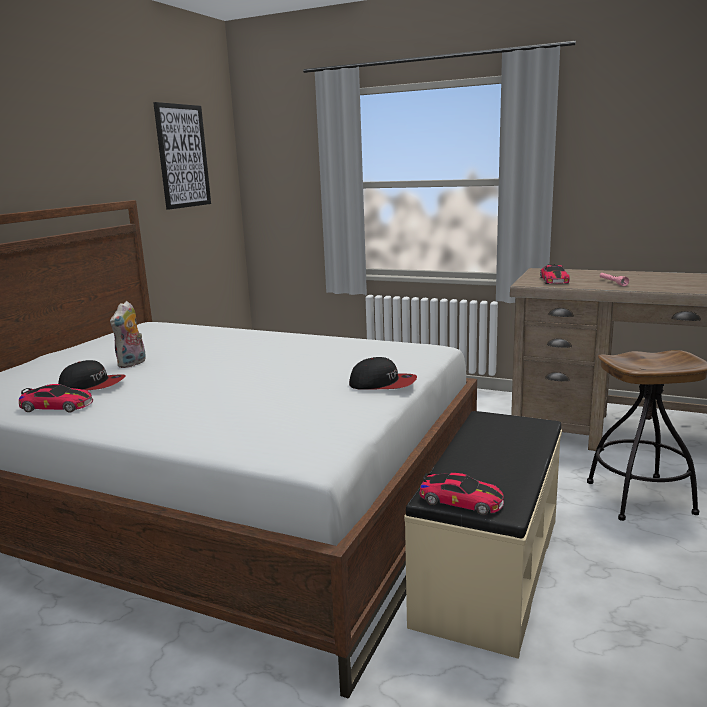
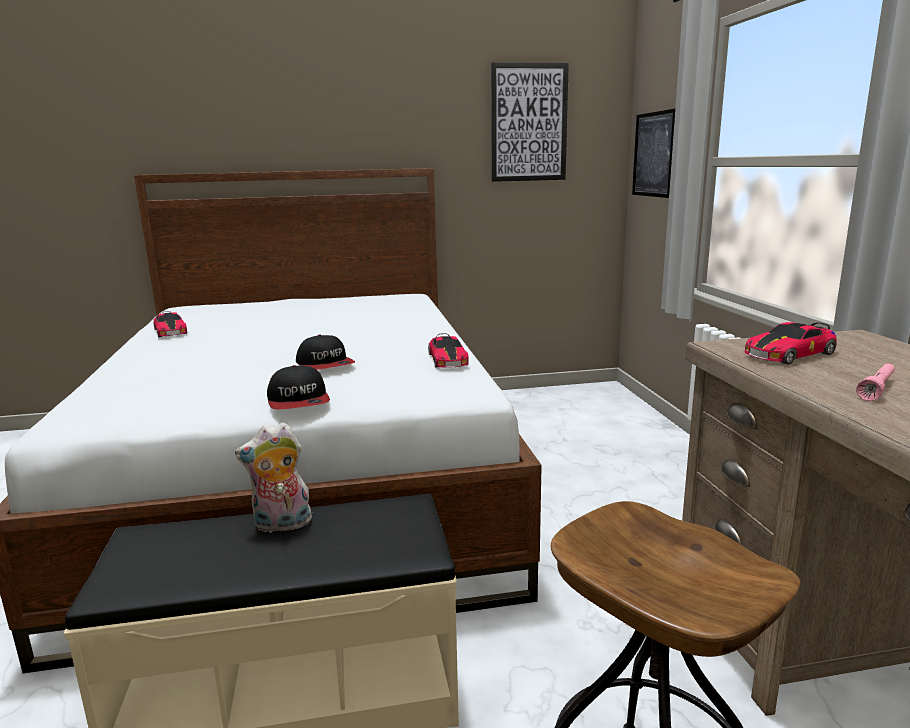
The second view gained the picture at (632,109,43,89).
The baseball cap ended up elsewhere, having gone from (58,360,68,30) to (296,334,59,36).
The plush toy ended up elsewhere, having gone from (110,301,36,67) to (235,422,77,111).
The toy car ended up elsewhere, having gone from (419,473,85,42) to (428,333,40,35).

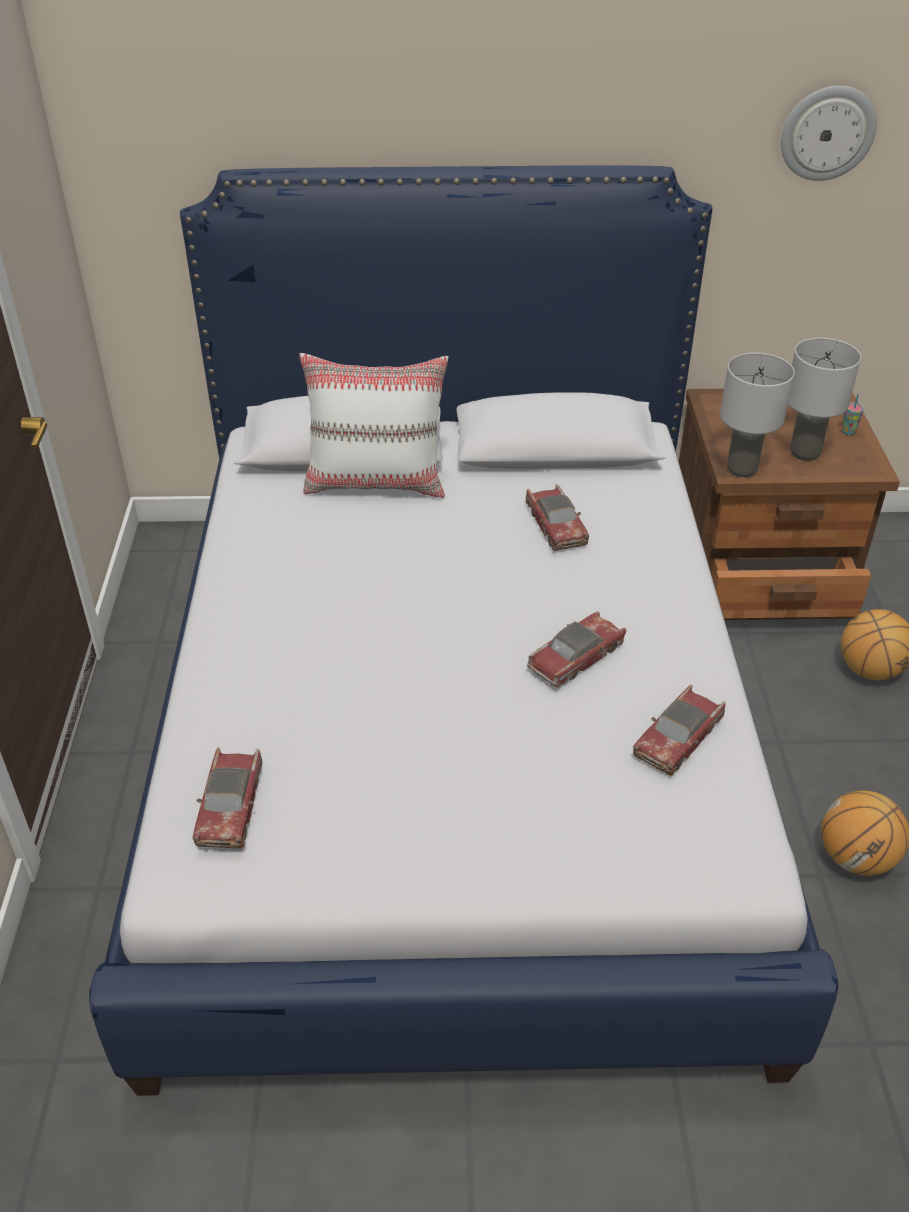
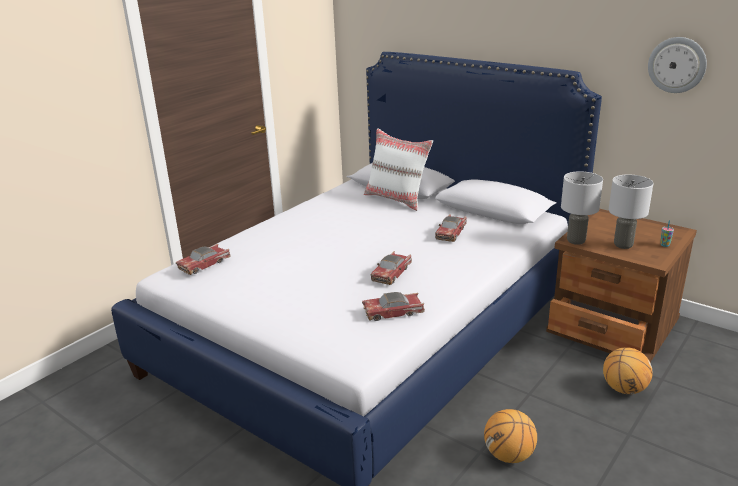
The toy car at (527,612,99,76) ended up facing another way, 120 degrees clockwise from before.

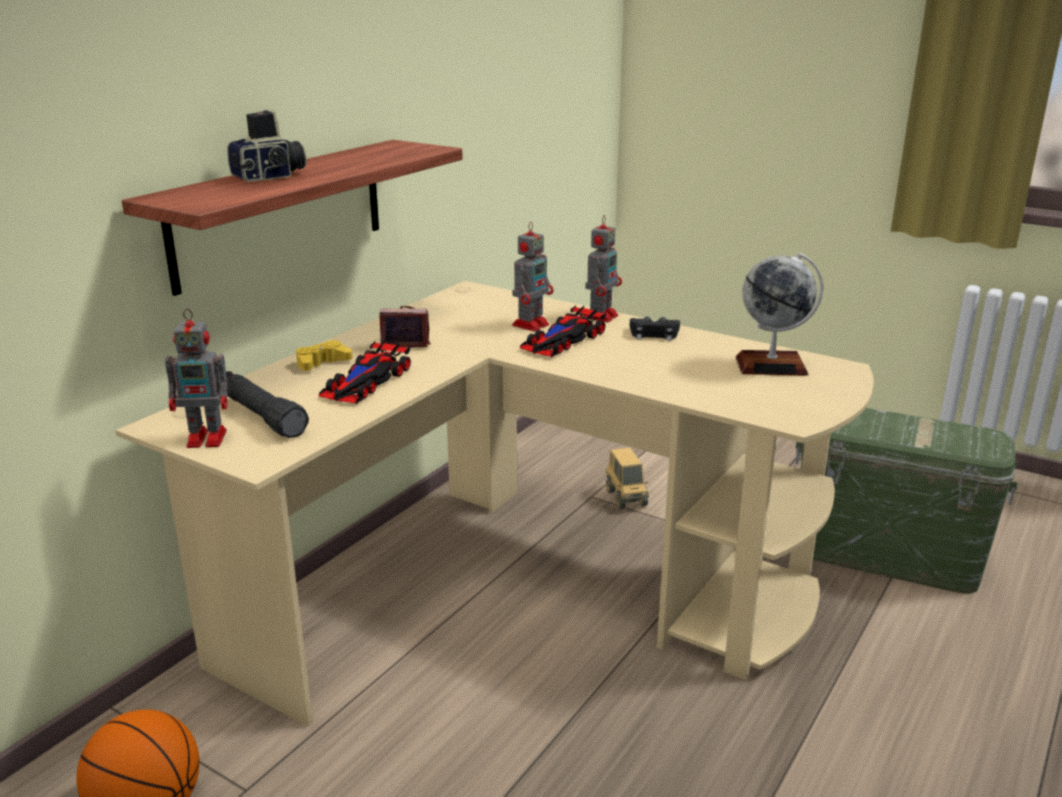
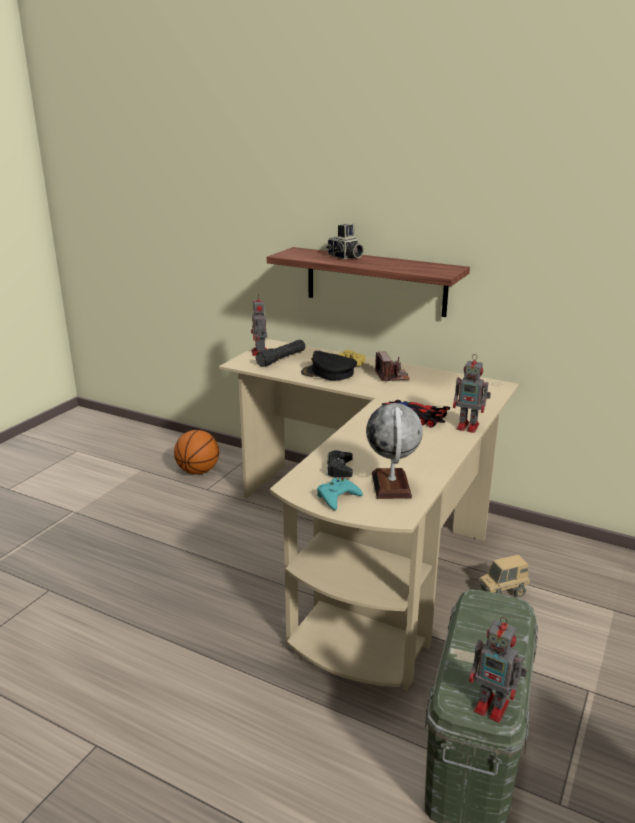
The second view gained the joypad in turquoise at (317,477,46,33).
The robot figure ended up elsewhere, having gone from (512,222,42,109) to (469,616,58,107).
The joypad in black-coloured ended up elsewhere, having gone from (630,316,50,25) to (327,450,26,28).
Where the toy car stood at (318,341,93,63), the baseball cap in black-coloured came to stand at (301,351,56,29).

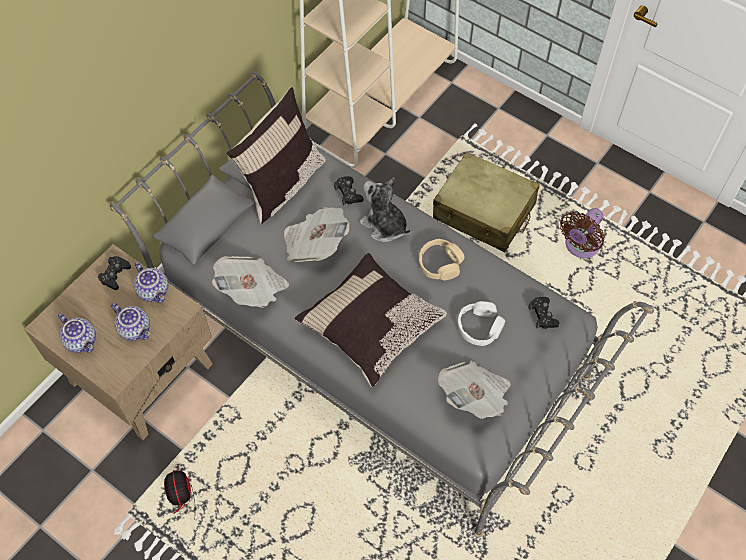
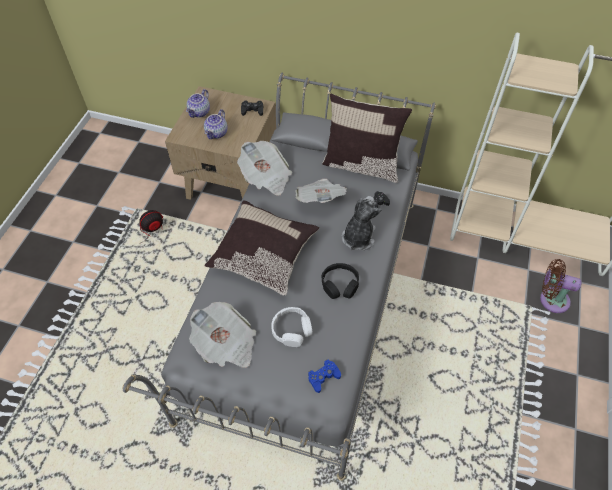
The second view lost the pot for tea at (134,262,34,41).
The second view lost the piece of luggage in beige at (433,152,107,100).
The electric fan in brown-coloured ended up elsewhere, having gone from (560,208,44,50) to (540,259,41,54).
What was the headset in beige at (419,239,45,41) turned into the headset in black-coloured at (321,263,38,36).
What was the joypad in black-coloured at (528,297,31,32) turned into the joypad in bluish at (308,359,33,34).

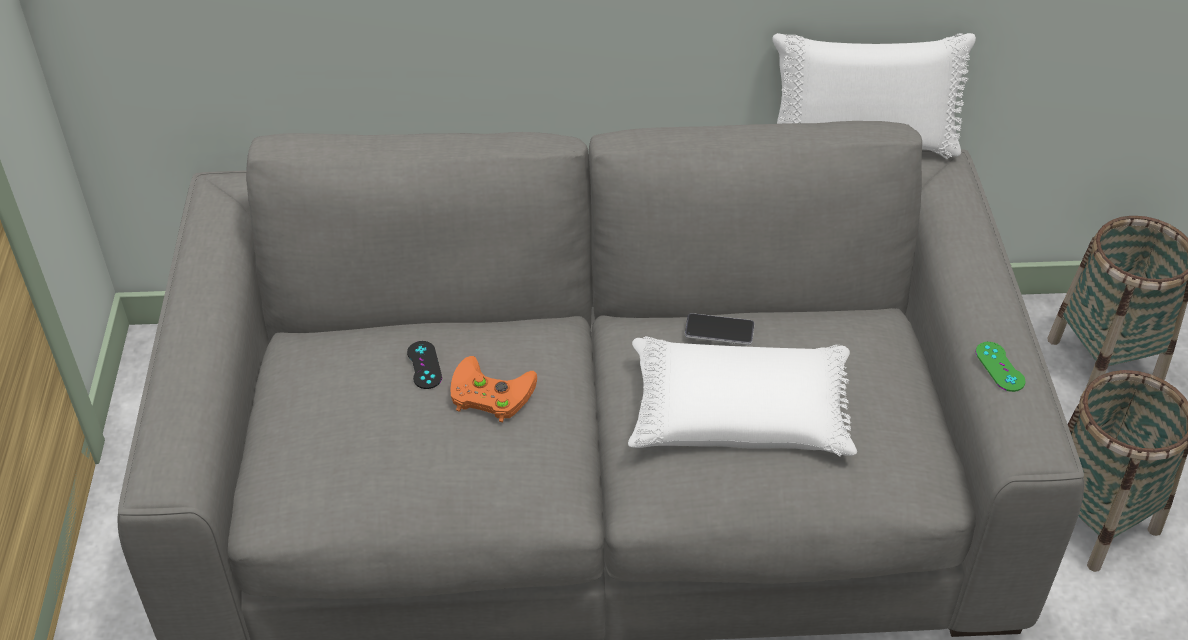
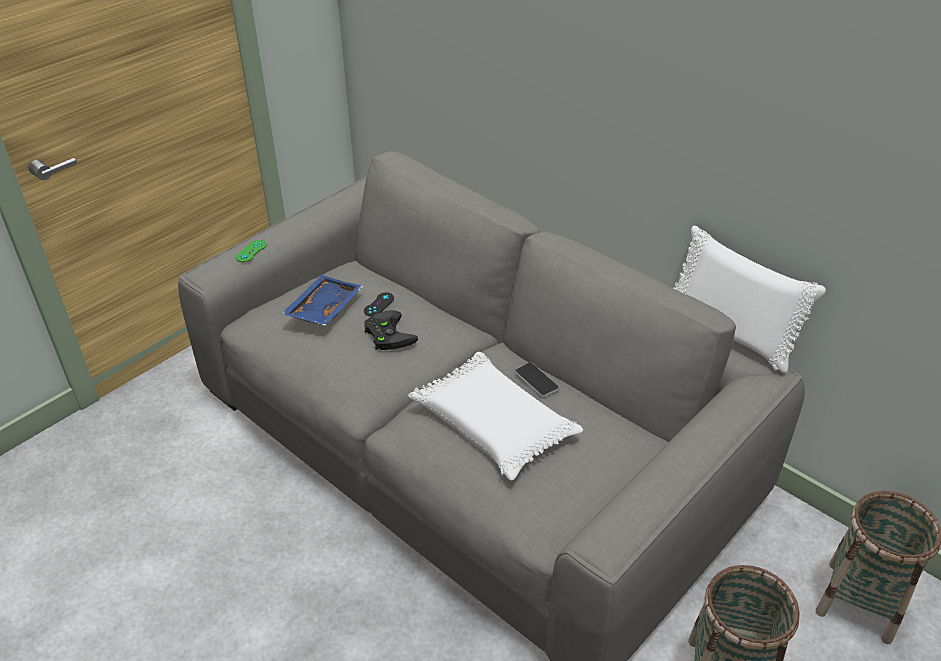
The second view gained the serving tray in bluish at (281,275,82,51).
The joypad in green-coloured ended up elsewhere, having gone from (976,342,50,50) to (236,240,31,22).
What was the joypad in orangey at (450,356,87,66) turned into the joypad in black-coloured at (364,310,54,40).

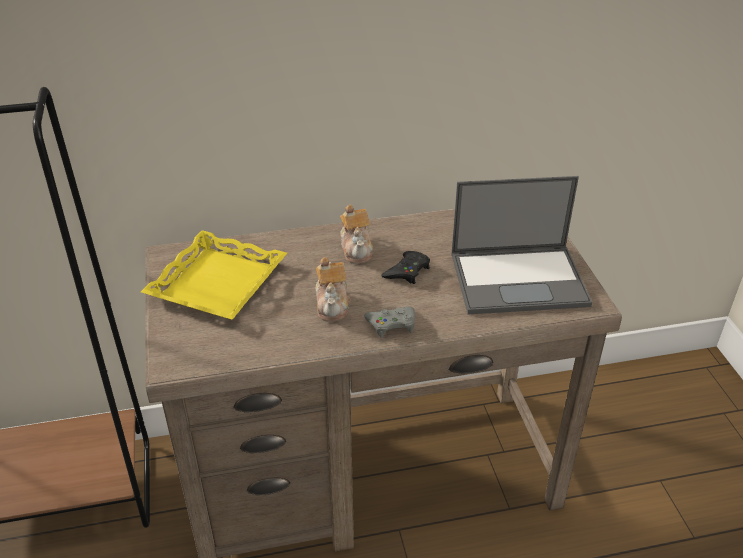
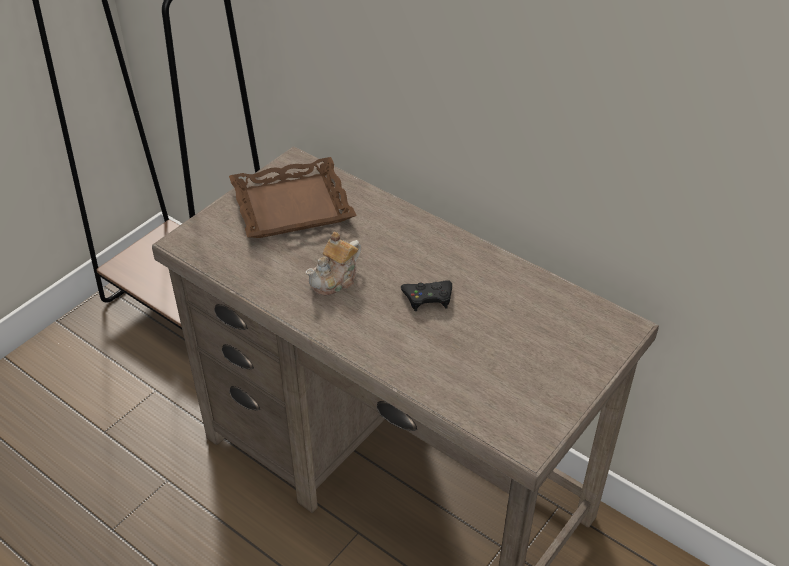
The second view lost the pot for tea at (340,205,33,59).
The second view lost the joypad in greyish at (364,306,51,32).
The second view lost the portable computer at (451,176,141,138).
What was the serving tray in yellow at (141,230,146,90) turned into the serving tray in brown-coloured at (229,157,128,81).

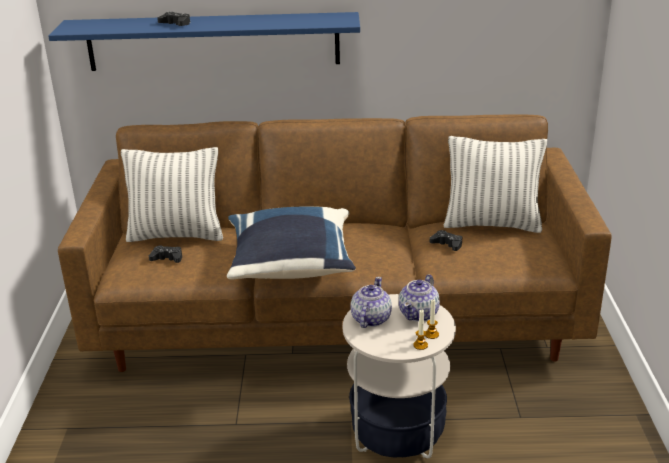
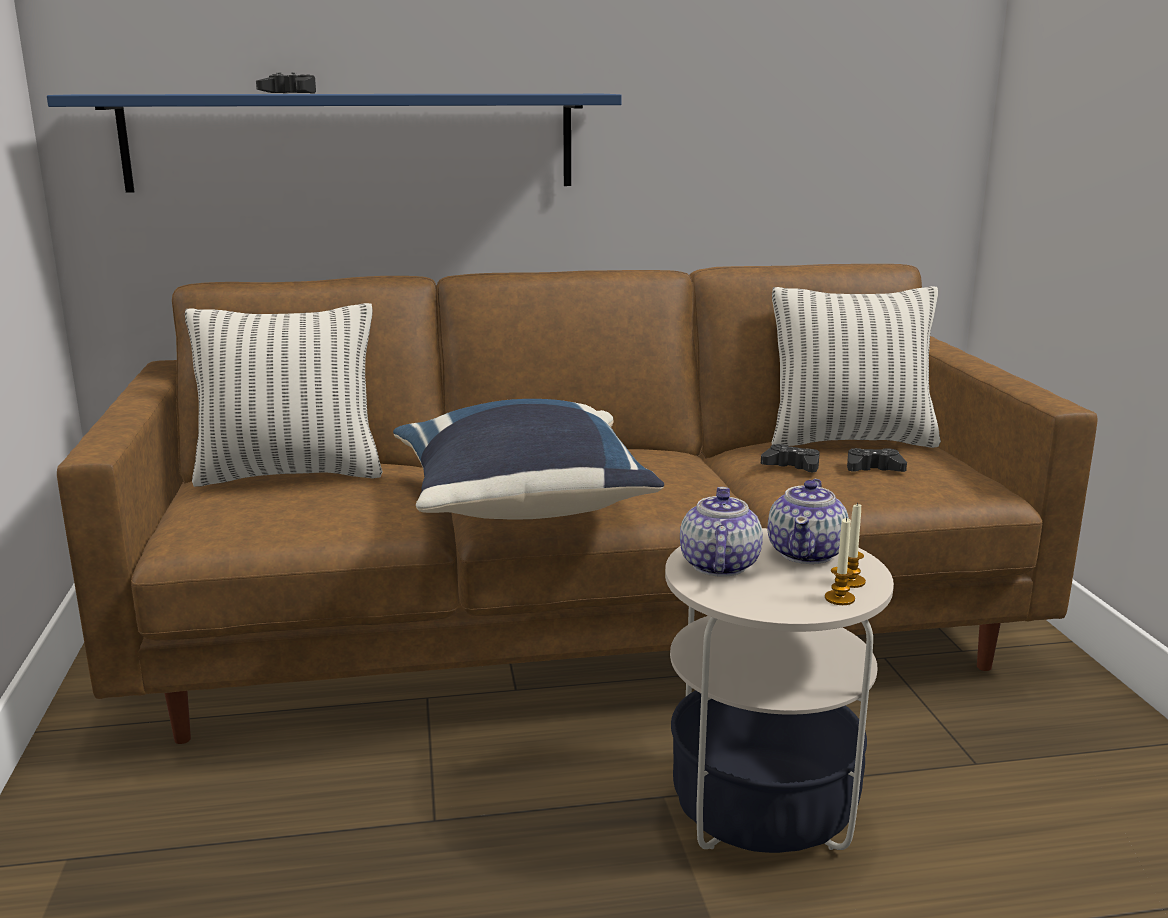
The joypad in black-coloured ended up elsewhere, having gone from (149,246,33,17) to (847,448,60,24).

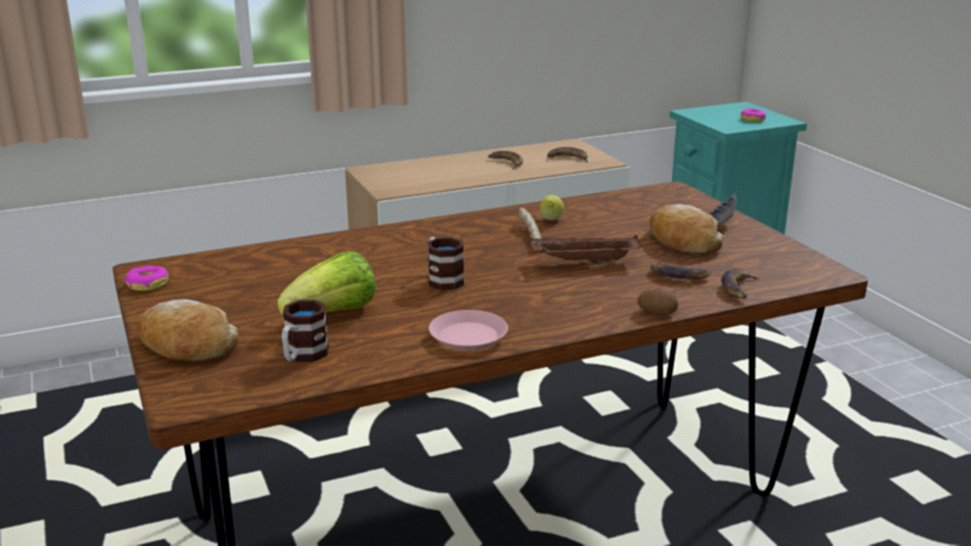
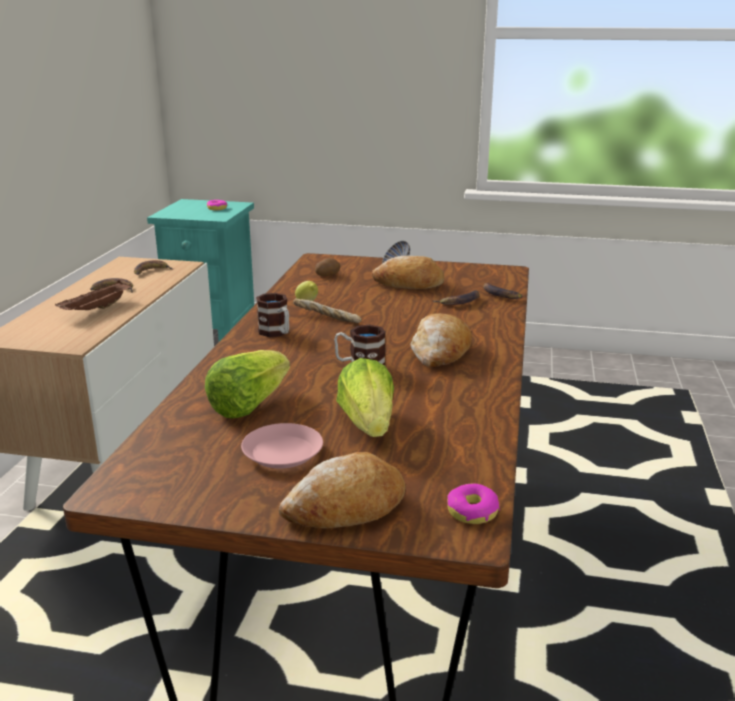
The second view gained the lettuce at (205,350,85,69).
The second view gained the bread at (411,313,61,54).
The doughnut ended up elsewhere, having gone from (125,265,43,26) to (447,484,53,40).
The coffee mug ended up elsewhere, having gone from (282,300,47,62) to (256,293,33,44).
The dinner plate in pink ended up elsewhere, having gone from (429,310,79,40) to (241,423,82,46).
The serving tray in brown-coloured ended up elsewhere, having gone from (531,235,110,30) to (55,280,77,30).
The whole potato ended up elsewhere, having gone from (637,288,42,28) to (315,258,25,18).

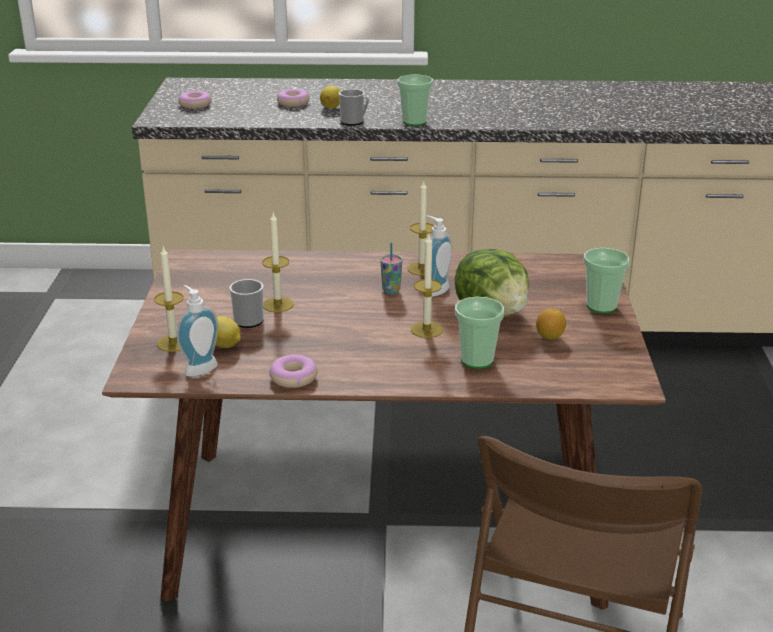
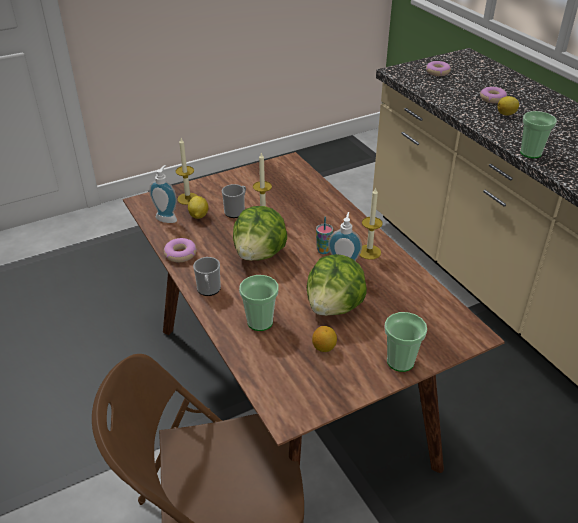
The second view lost the wax light at (411,235,32,103).
The second view gained the lettuce at (233,206,54,55).
The coffee mug ended up elsewhere, having gone from (339,89,30,37) to (193,257,28,39).

